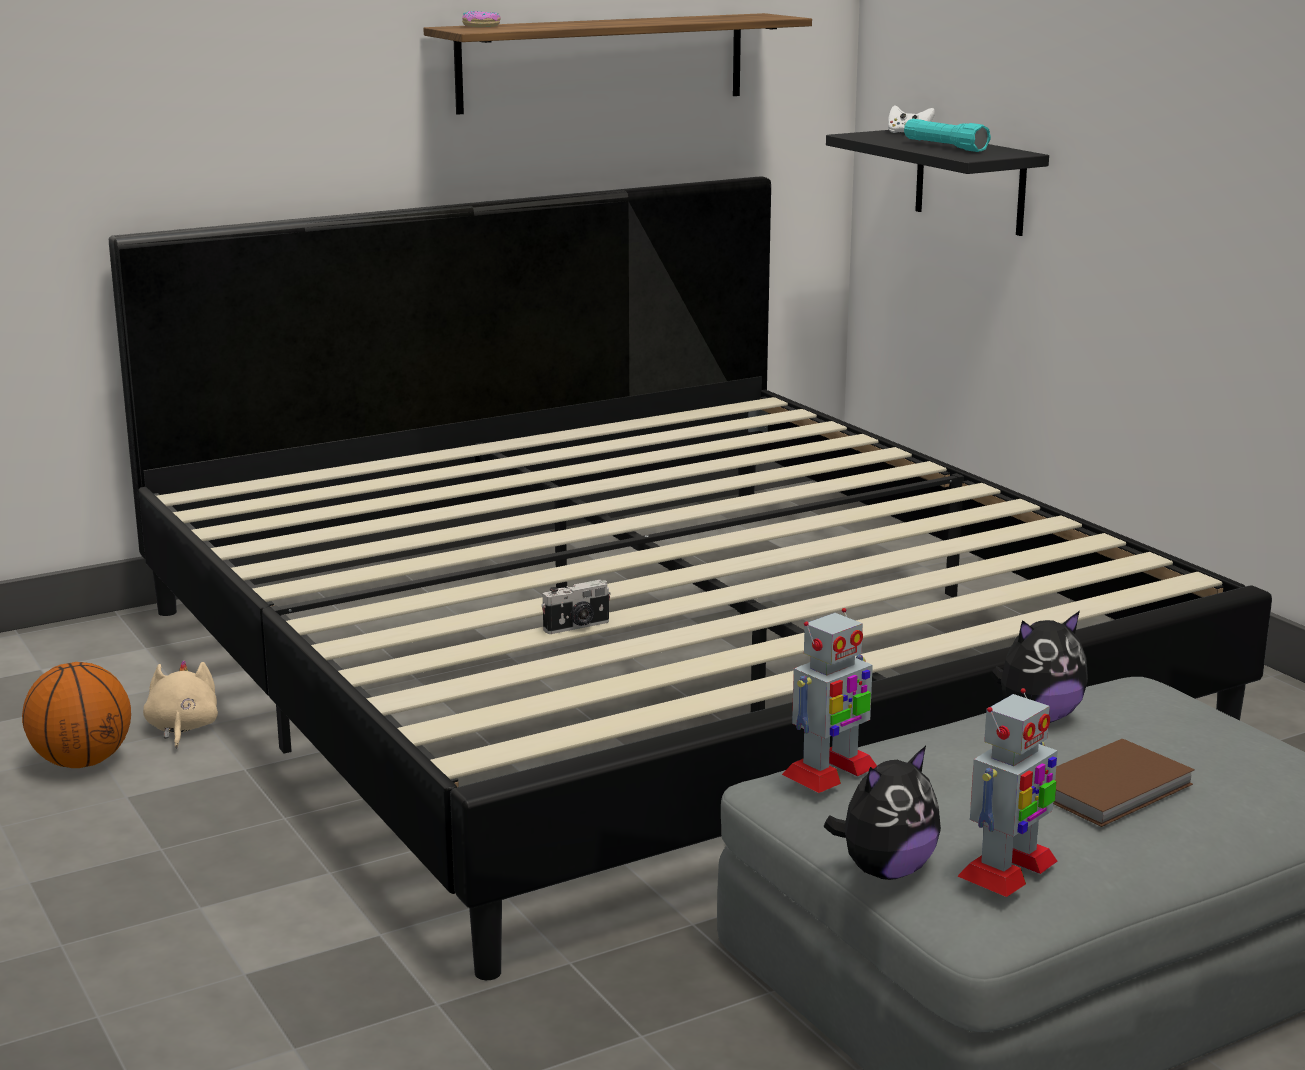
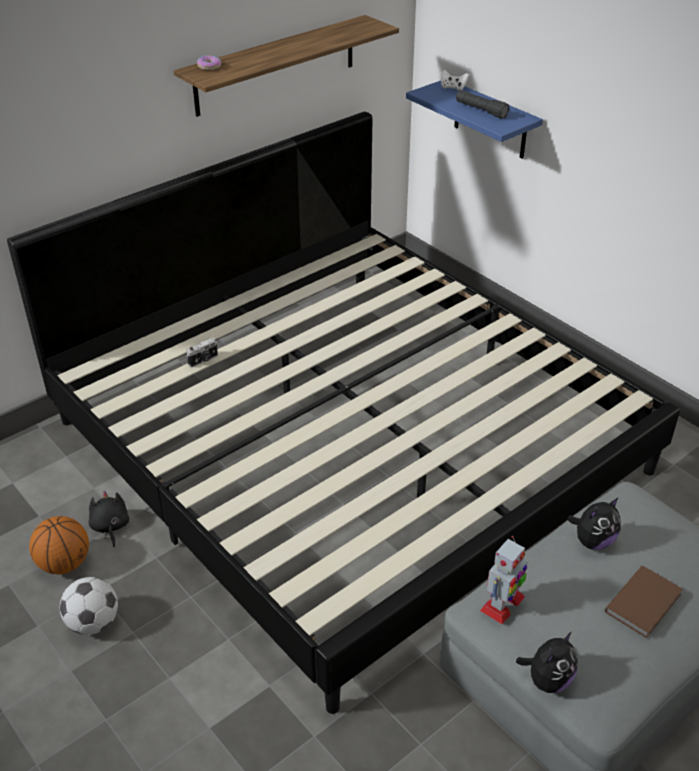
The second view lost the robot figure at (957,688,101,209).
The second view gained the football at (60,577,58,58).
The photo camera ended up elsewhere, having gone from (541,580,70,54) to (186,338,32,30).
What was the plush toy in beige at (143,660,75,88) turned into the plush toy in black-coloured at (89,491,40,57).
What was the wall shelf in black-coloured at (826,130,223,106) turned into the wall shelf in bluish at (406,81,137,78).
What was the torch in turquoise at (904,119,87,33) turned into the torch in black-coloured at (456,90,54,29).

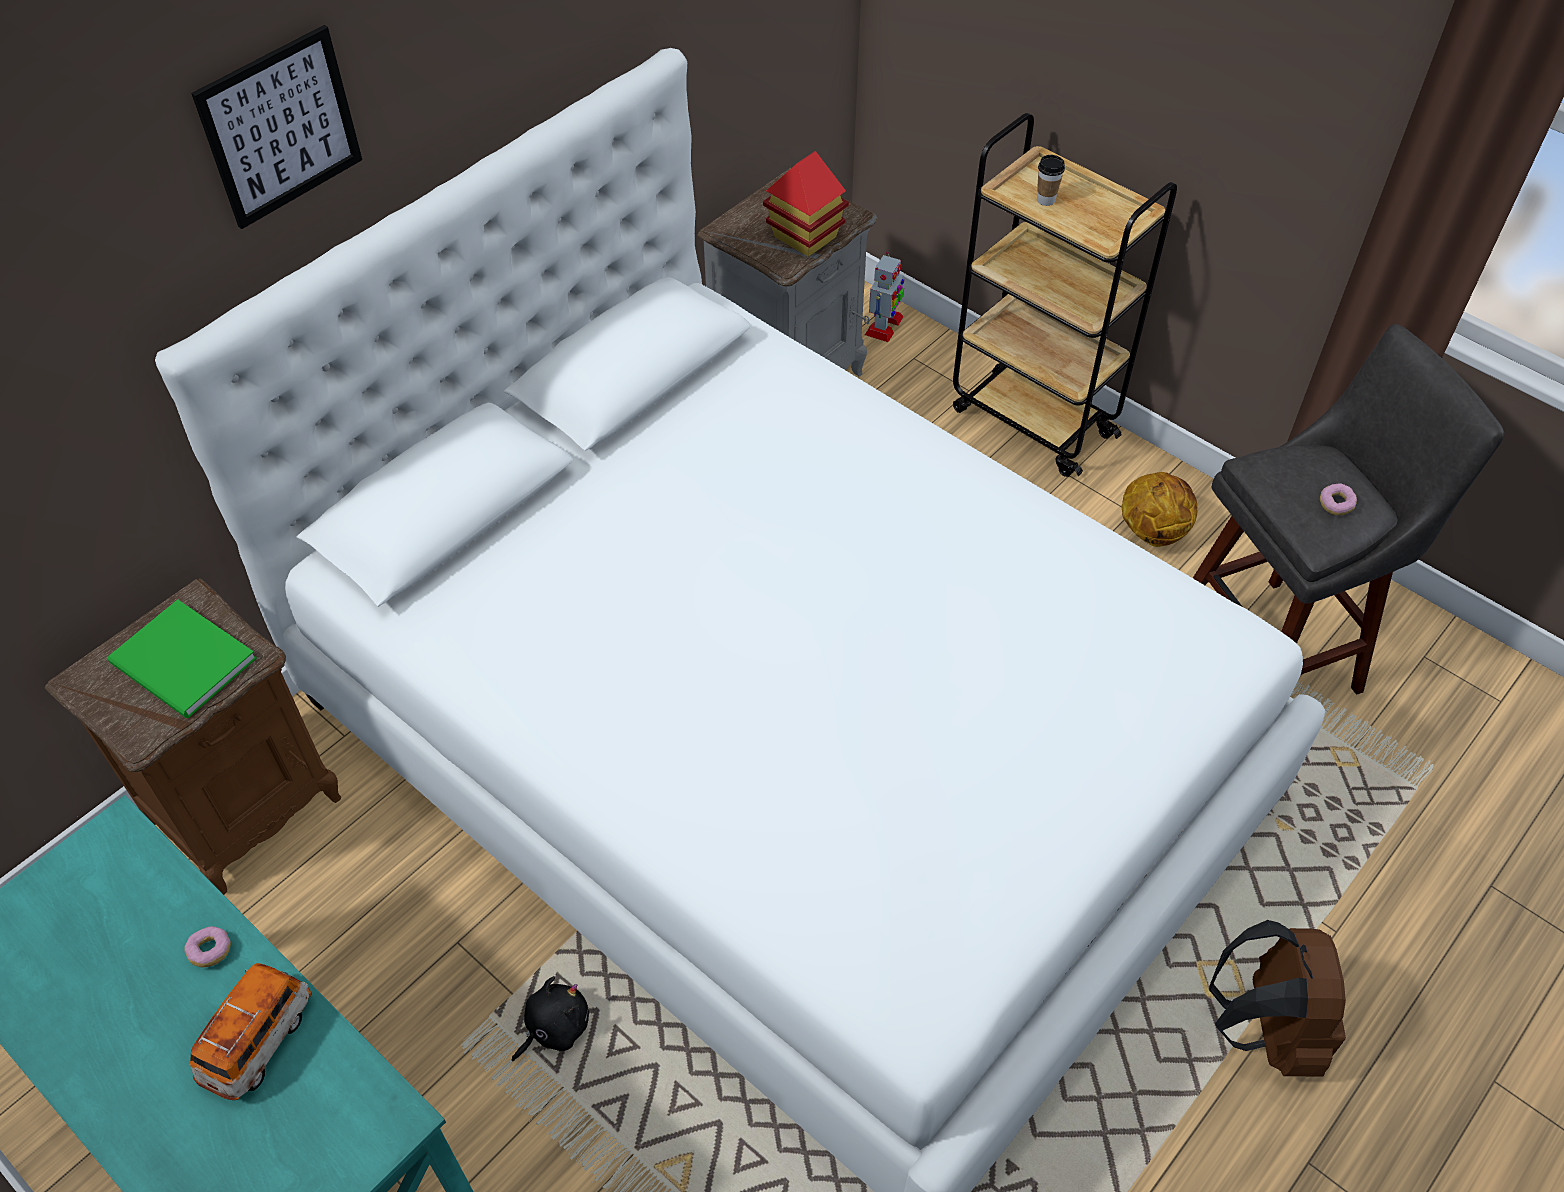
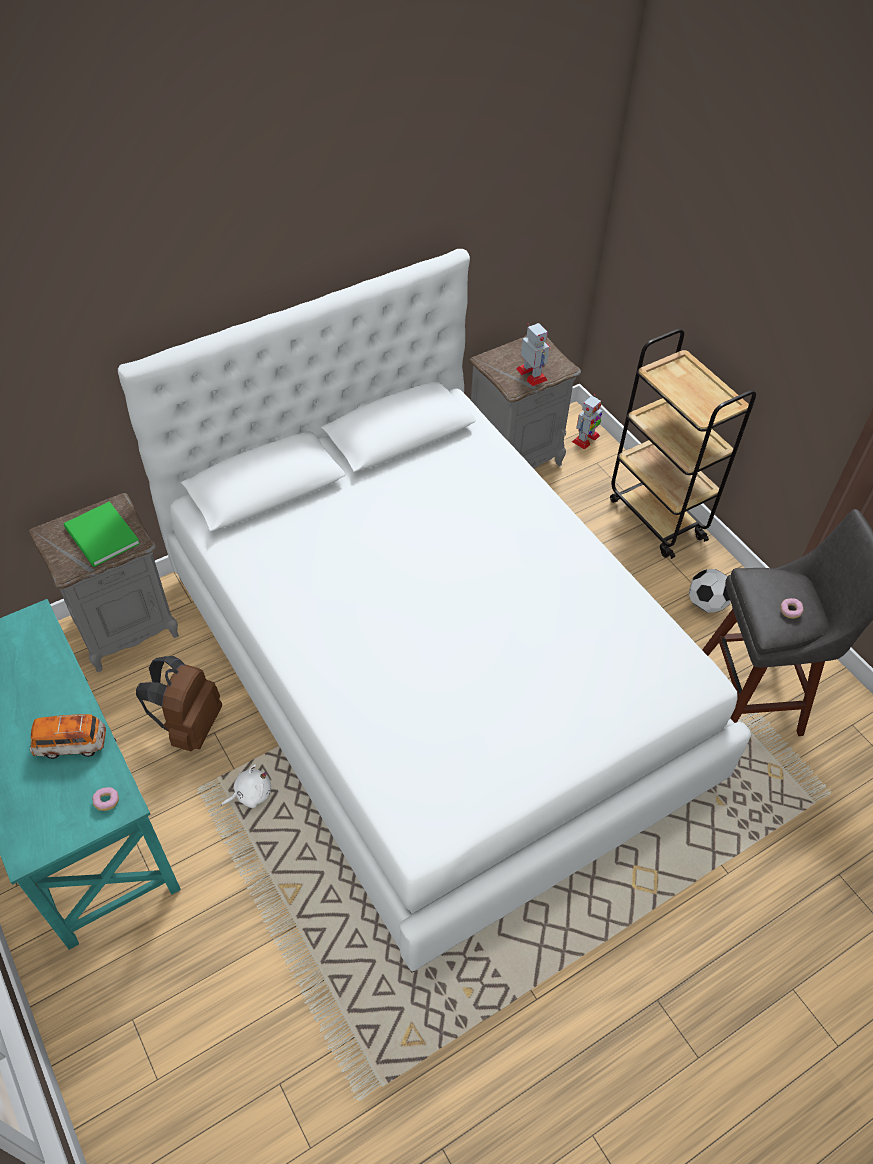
The second view lost the picture at (191,25,171,204).
The second view lost the drinking cup at (1037,155,28,51).
The doughnut ended up elsewhere, having gone from (184,926,47,41) to (92,787,27,24).
The rucksack in brown-coloured ended up elsewhere, having gone from (1209,920,137,157) to (136,656,86,95).
Where the model house stood at (763,151,86,106), the robot figure came to stand at (516,323,34,63).
Where the ball for basketball stood at (1122,472,75,75), the football came to stand at (689,569,42,44).
What was the nightstand in brown-coloured at (45,579,296,316) turned into the nightstand in greyish at (28,493,151,179).
What was the plush toy in black-coloured at (512,976,77,86) turned into the plush toy in white at (221,764,50,44).
The toy car at (189,963,123,137) ended up facing another way, 135 degrees counterclockwise from before.

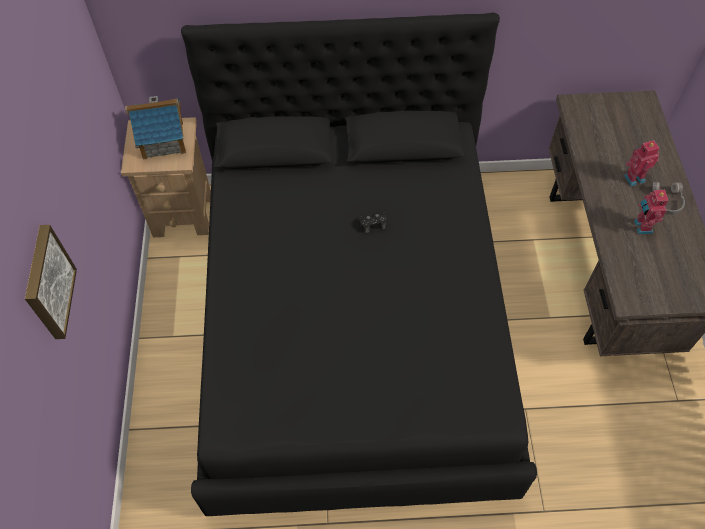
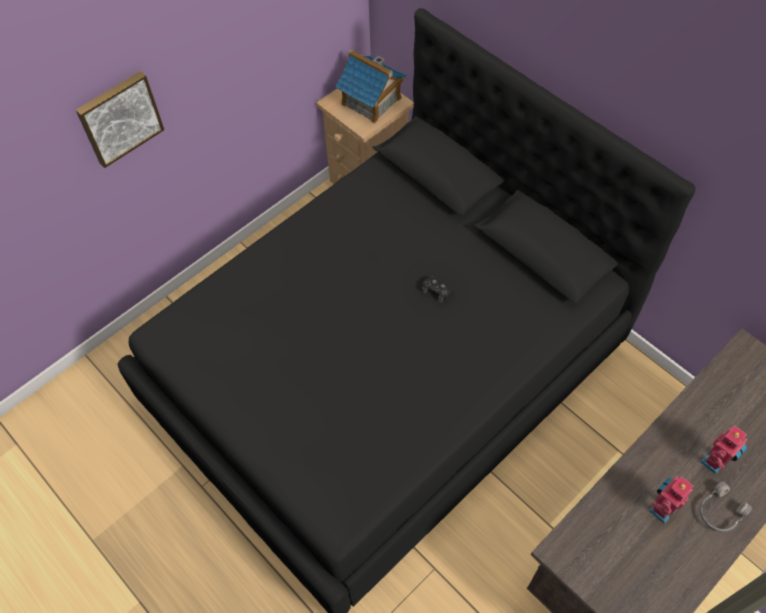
The robot figure at (624,140,35,46) ended up facing another way, 105 degrees clockwise from before.

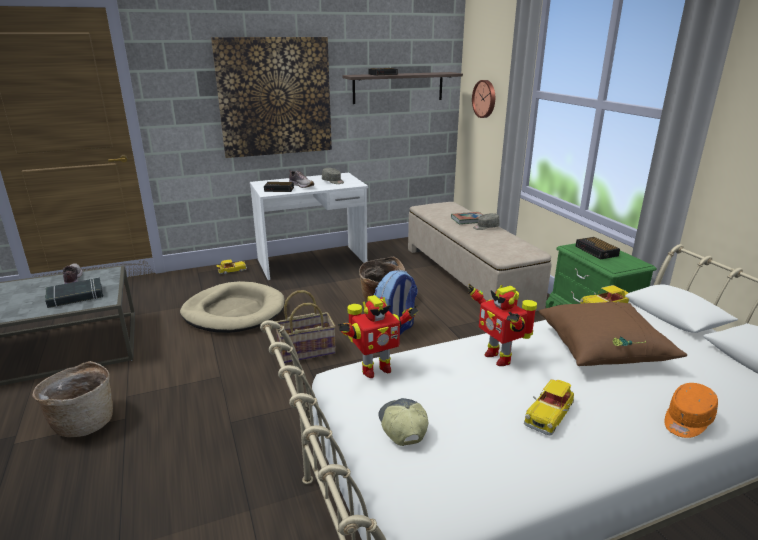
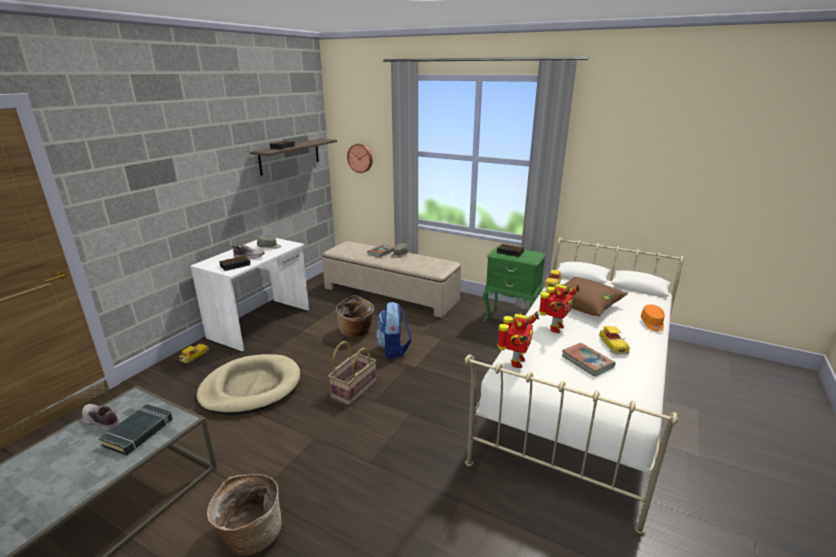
The second view lost the picture at (211,37,121,121).
The second view lost the baseball cap at (378,398,50,48).
The second view gained the volume at (562,343,53,34).
The robot figure at (468,284,69,82) ended up facing another way, 75 degrees counterclockwise from before.

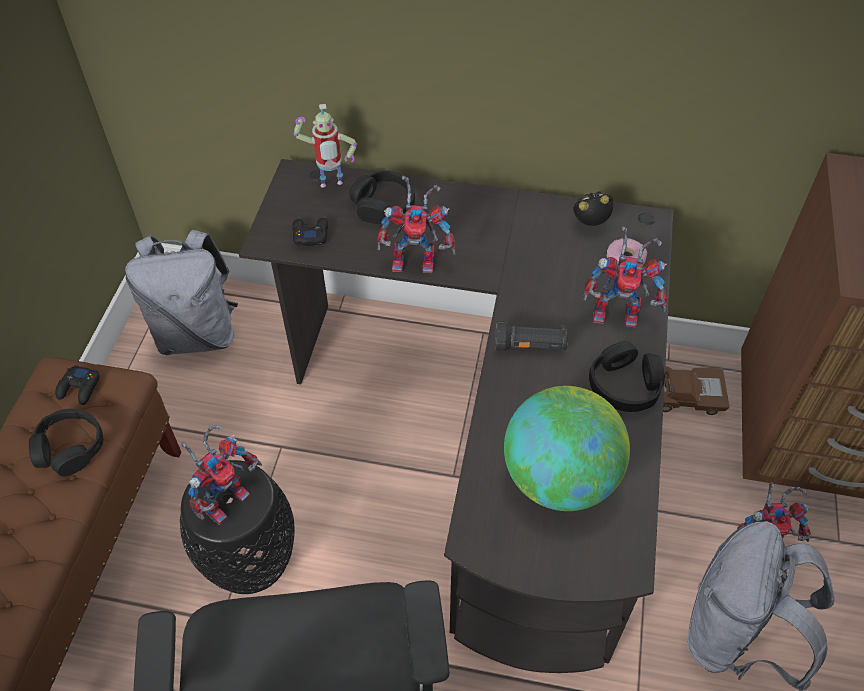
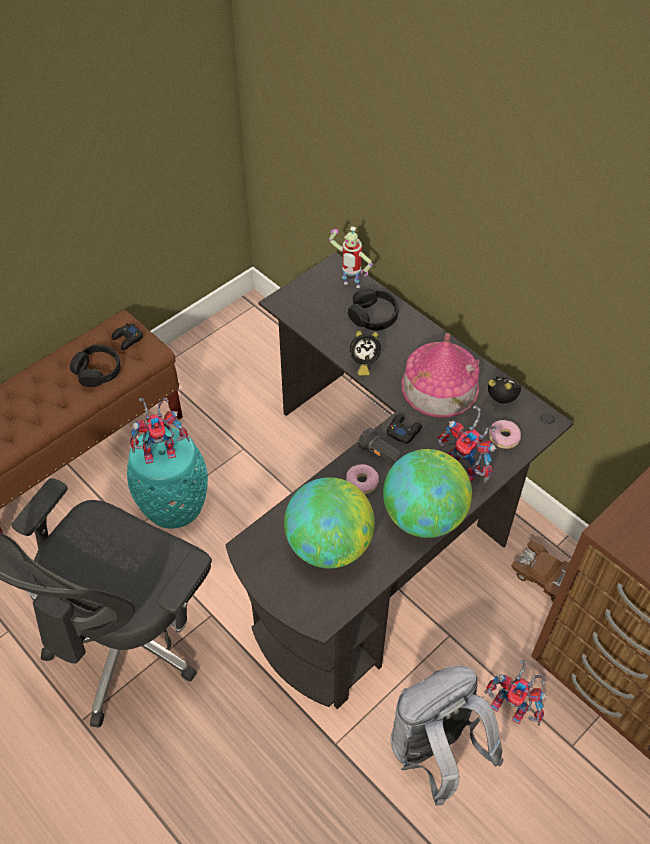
The second view lost the rucksack in greyish at (125,230,113,125).
The second view gained the doughnut at (346,464,33,30).
The second view gained the model house at (401,333,79,84).
The joypad in black-coloured ended up elsewhere, having gone from (292,218,36,28) to (387,414,35,30).
Where the robot figure stood at (377,176,79,97), the table clock came to stand at (350,331,31,45).
Where the headset in black-coloured stood at (589,341,76,71), the desk globe came to stand at (383,449,89,89).
What was the stool seat in black-coloured at (180,460,114,134) turned into the stool seat in turquoise at (127,427,81,102).

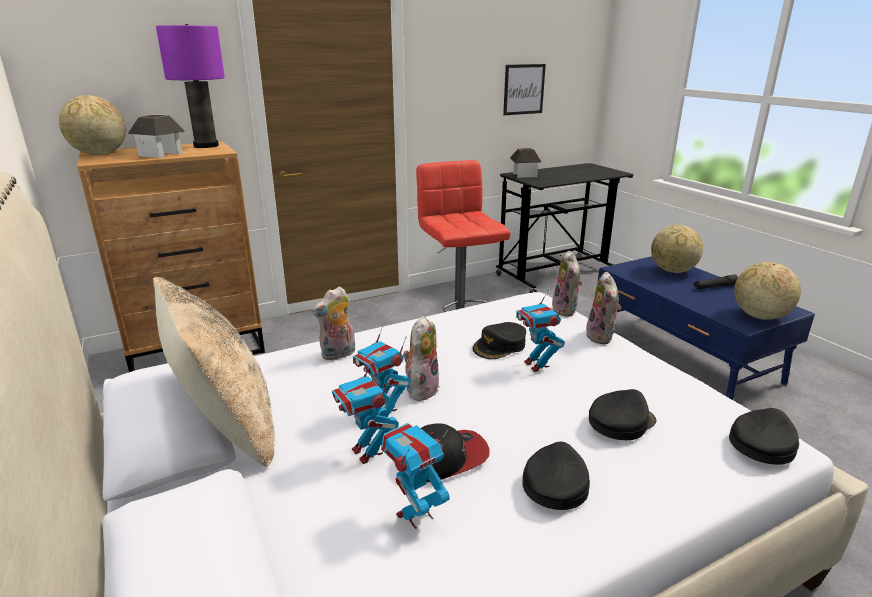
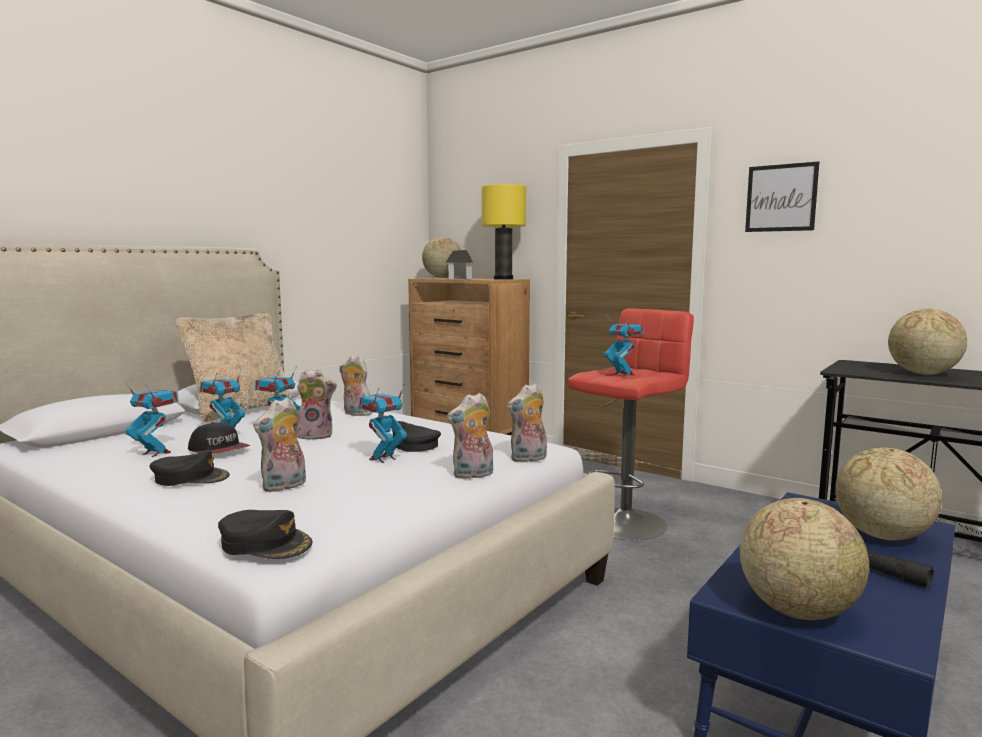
The second view lost the model house at (510,148,31,30).
The second view gained the robot figure at (604,314,40,62).
The second view gained the desk globe at (888,309,79,66).
The picture ended up elsewhere, having gone from (503,64,43,51) to (745,161,74,71).
Where the baseball cap in black-coloured stood at (589,389,67,51), the plush toy came to stand at (253,397,53,95).
What was the table lamp in purple at (156,24,69,124) turned into the table lamp in yellow at (481,184,45,95).

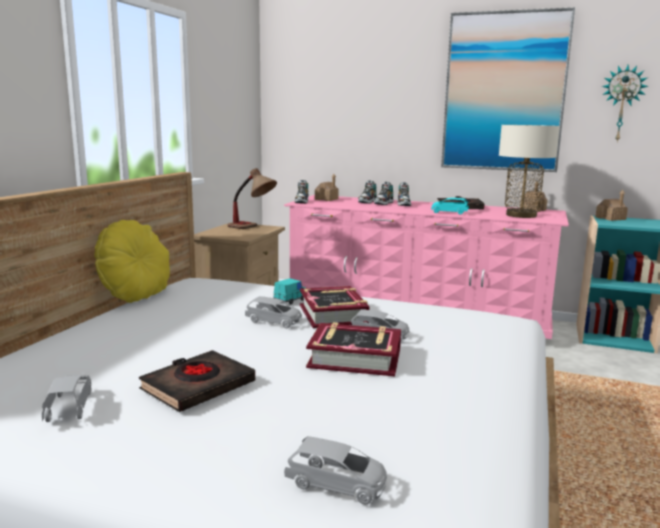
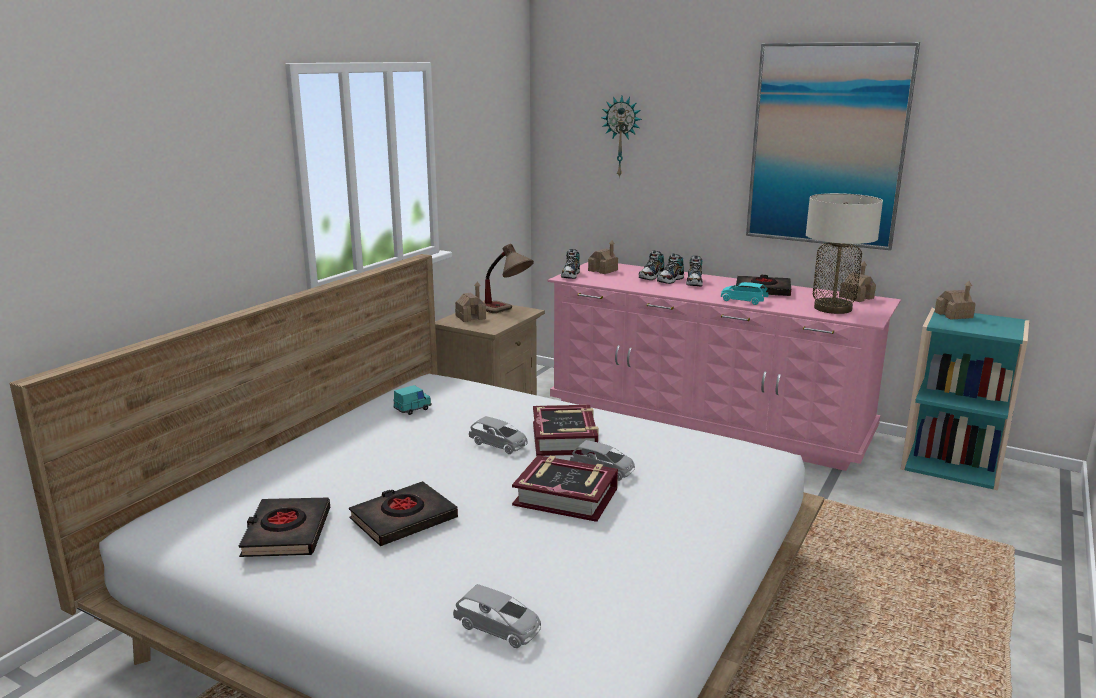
The second view lost the cushion in yellow at (94,220,76,83).
The second view gained the model house at (455,282,31,40).
The toy car in turquoise ended up elsewhere, having gone from (273,278,33,26) to (393,385,39,30).
The clock on the wall ended up elsewhere, having gone from (602,65,46,77) to (601,96,41,82).
Where the toy car in greyish stood at (42,375,49,47), the volume in black-coloured came to stand at (239,498,91,59).

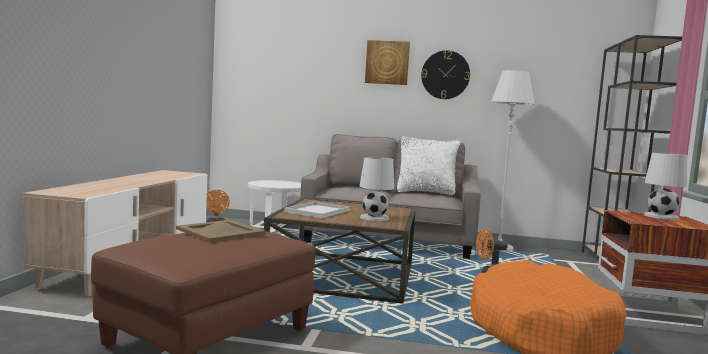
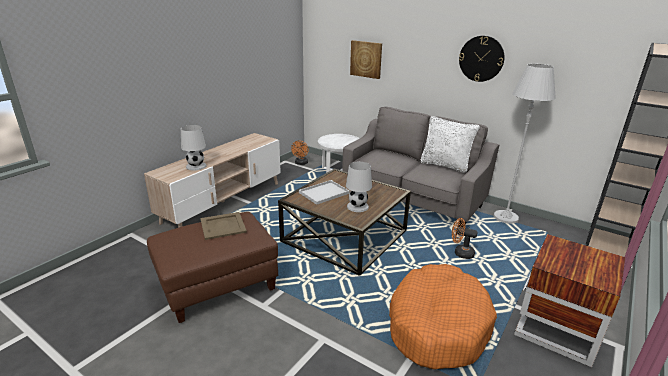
The picture ended up elsewhere, having gone from (365,40,45,45) to (350,40,32,39).
The table lamp in white ended up elsewhere, having gone from (644,152,43,68) to (181,125,25,45).

